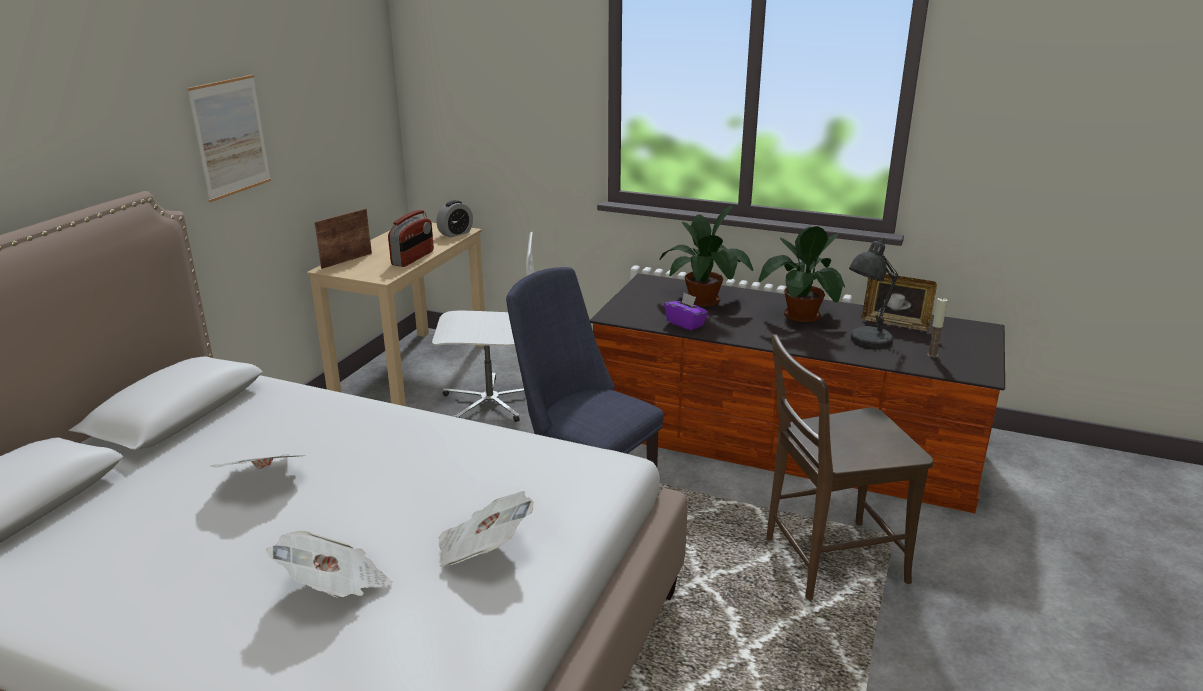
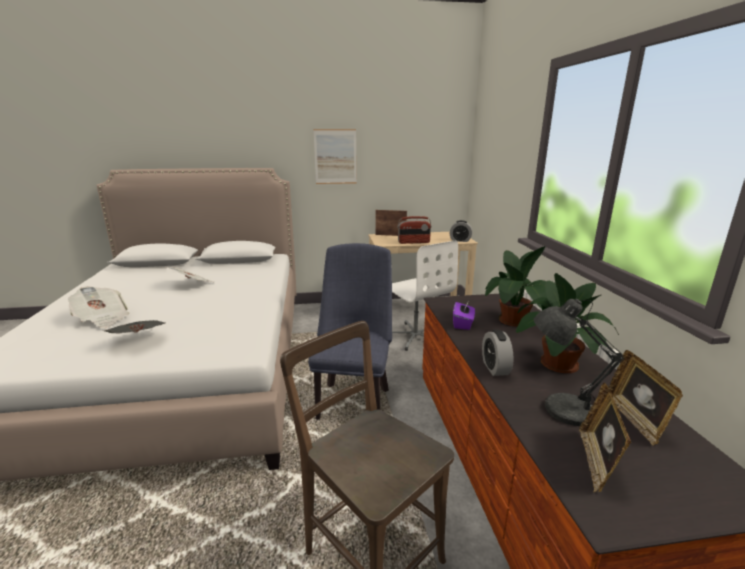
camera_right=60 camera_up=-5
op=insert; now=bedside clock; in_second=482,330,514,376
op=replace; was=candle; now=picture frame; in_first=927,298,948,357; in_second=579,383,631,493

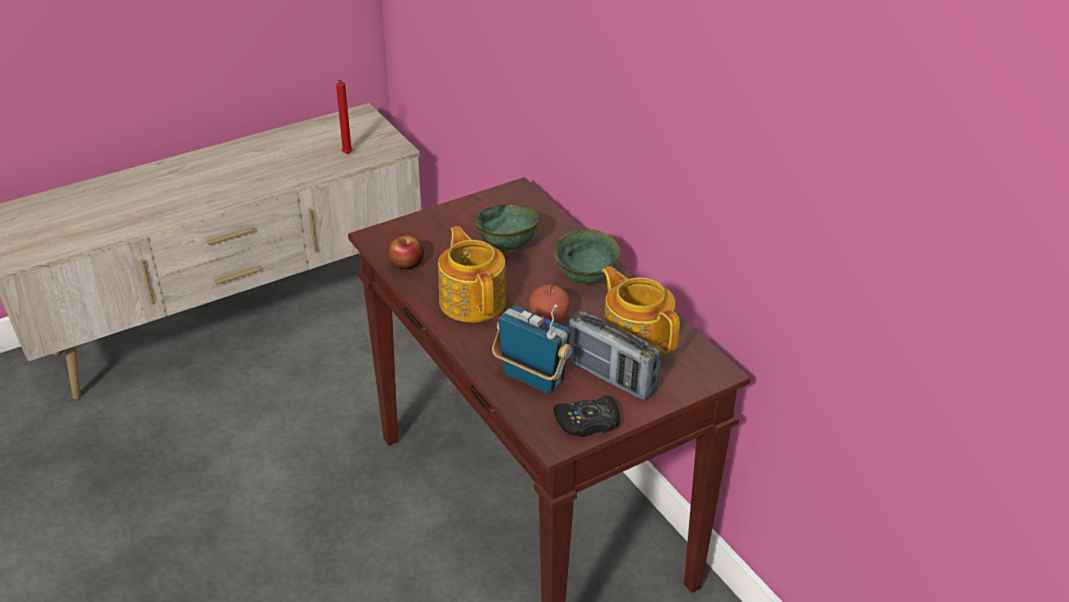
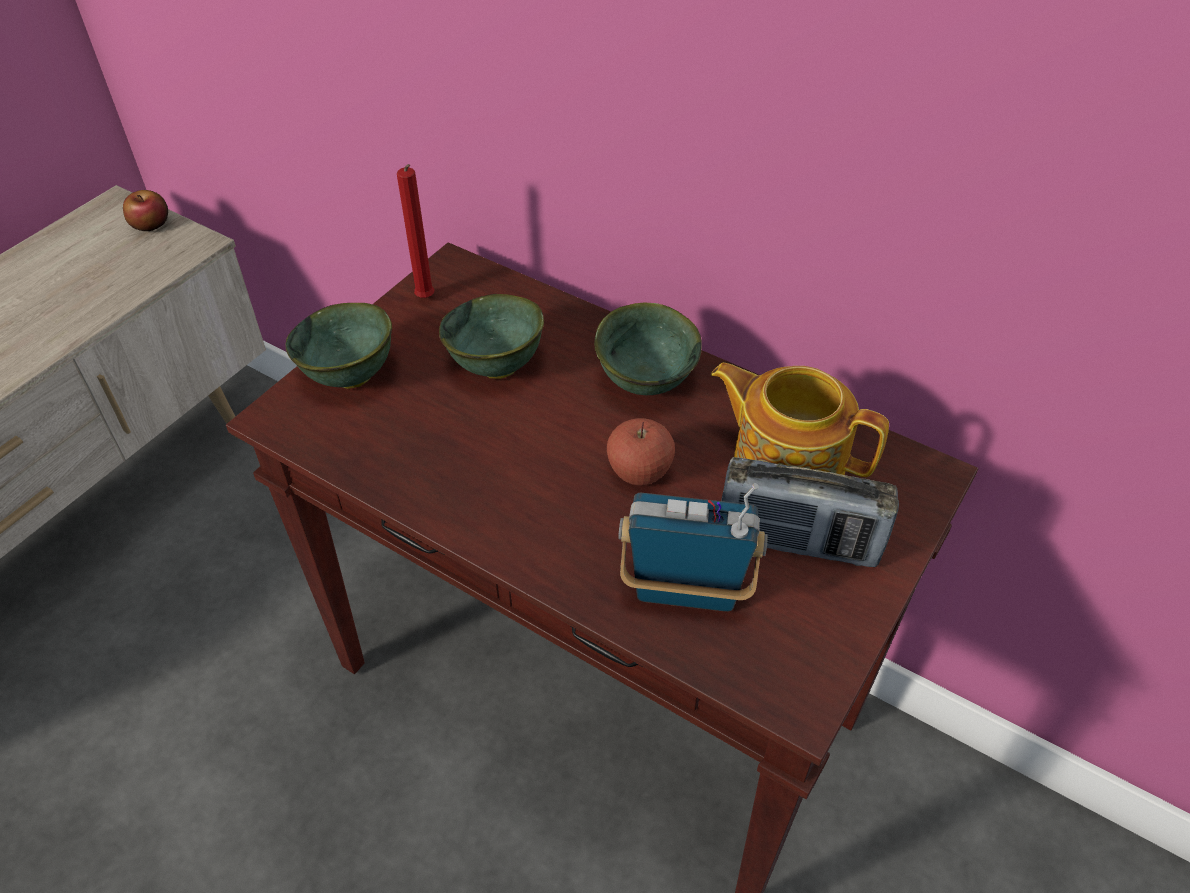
camera_right=-25 camera_up=10
op=delete; was=pot for tea; in_first=438,226,506,322
op=delete; was=black gamepad; in_first=553,395,620,437
op=insert; now=greenish deep dish; in_second=286,303,392,389
op=move; was=reddish candle; in_first=336,80,353,154; in_second=397,164,435,298
op=move; was=apple fruit; in_first=388,235,424,269; in_second=123,190,168,231

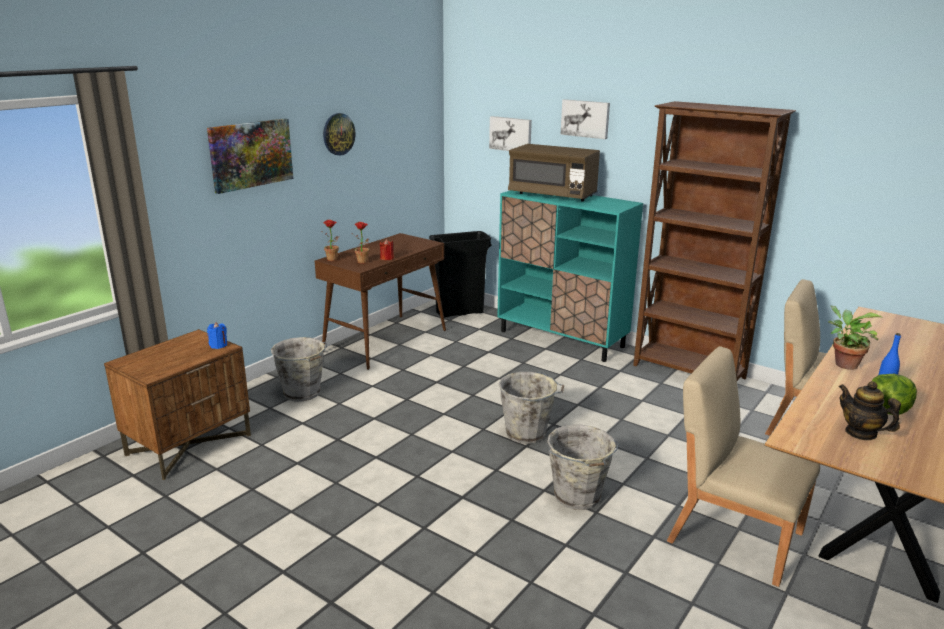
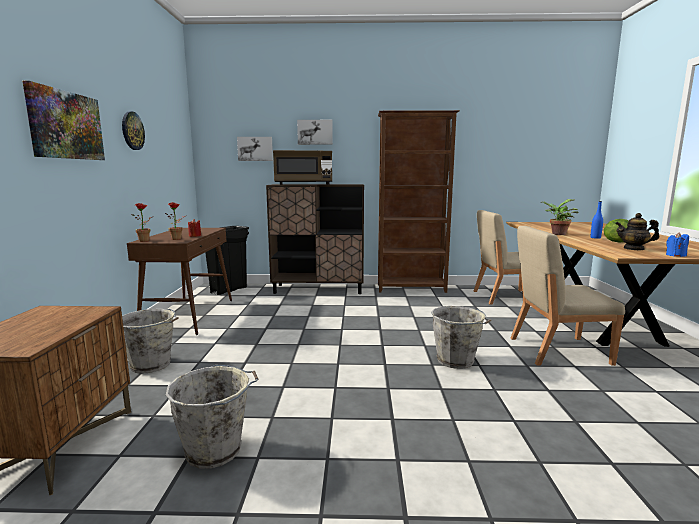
camera_right=-35 camera_up=-10
op=move; was=blue-coloured candle; in_first=207,322,227,349; in_second=666,232,689,257
op=move; was=greyish bucket; in_first=499,372,564,444; in_second=166,365,259,469
op=recolor; was=blue-green cabinet; now=brown-coloured cabinet; in_first=497,190,643,362; in_second=266,184,364,294

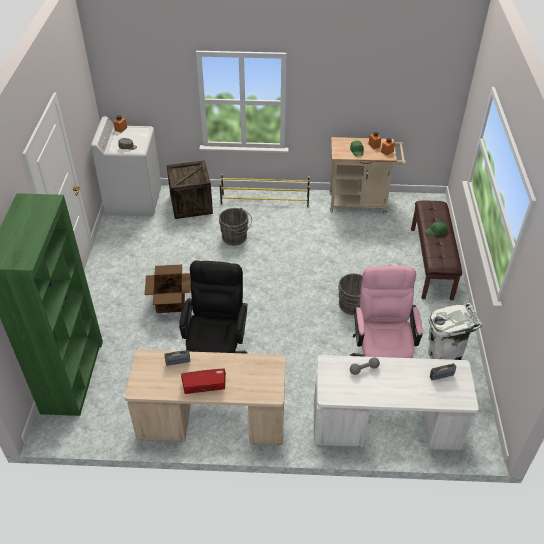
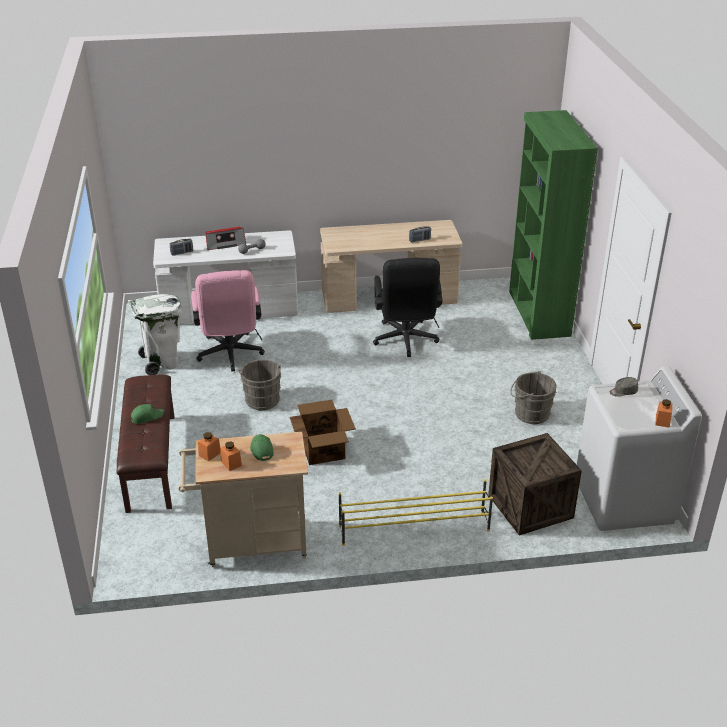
camera_right=170 camera_up=-10
op=move; was=packing box; in_first=145,264,191,313; in_second=290,400,356,465
op=move; was=radio; in_first=181,369,226,394; in_second=205,227,246,250
op=move; was=greyish bucket; in_first=219,208,252,245; in_second=510,371,556,424

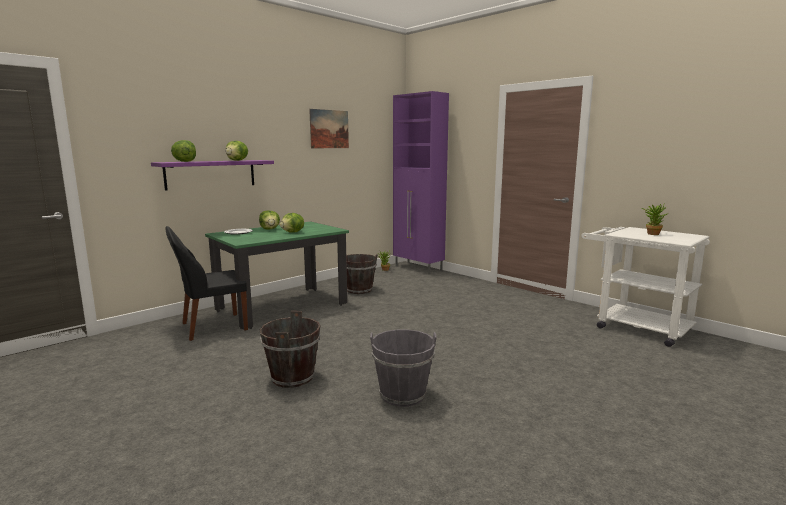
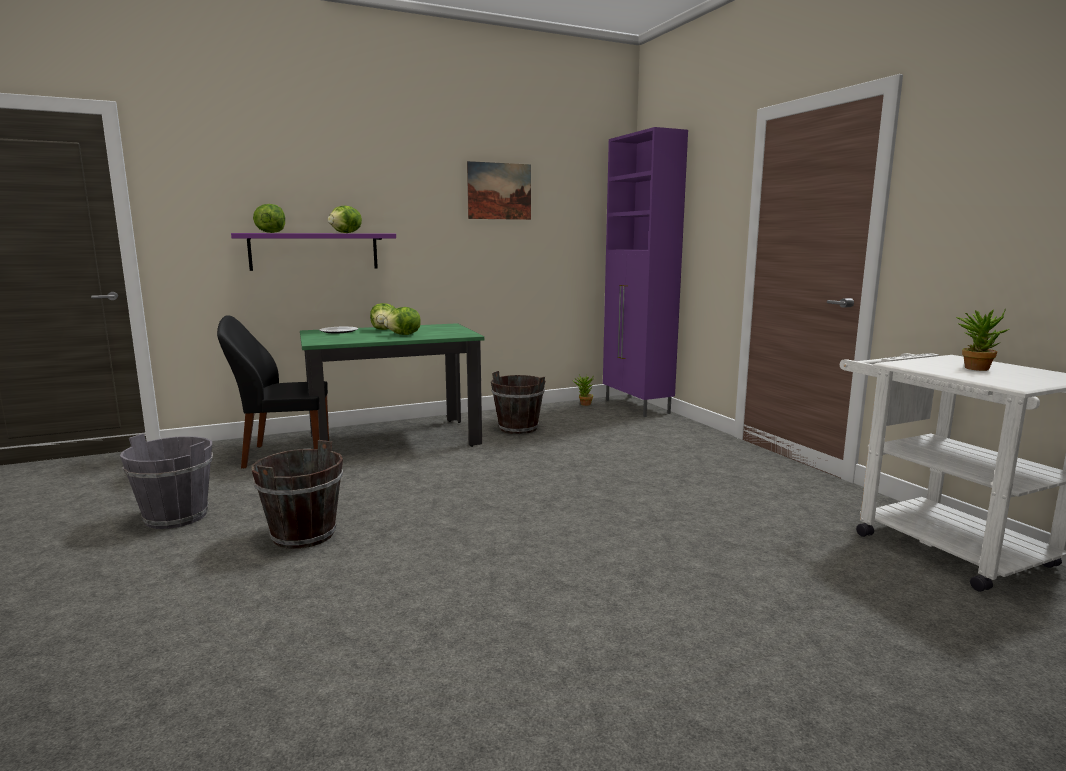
camera_right=20 camera_up=0
op=move; was=greyish bucket; in_first=370,330,437,407; in_second=120,434,213,529

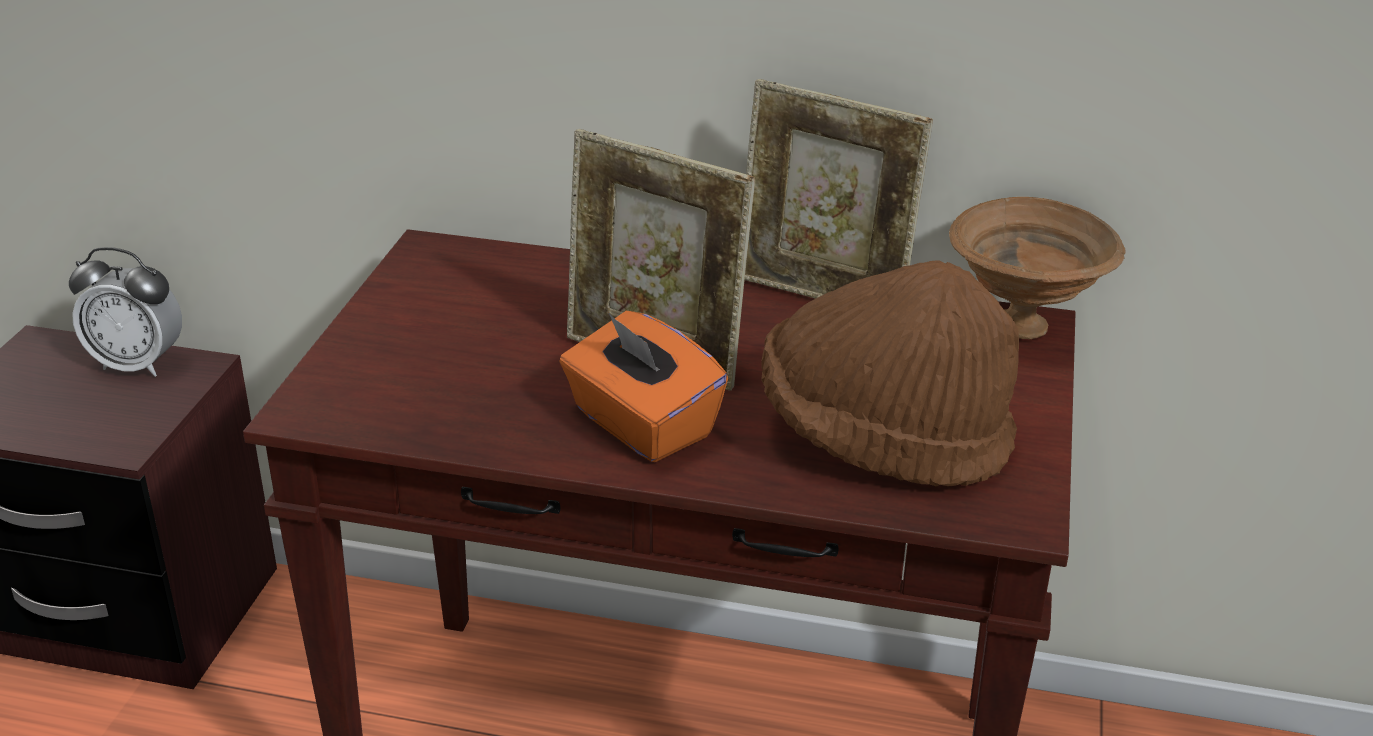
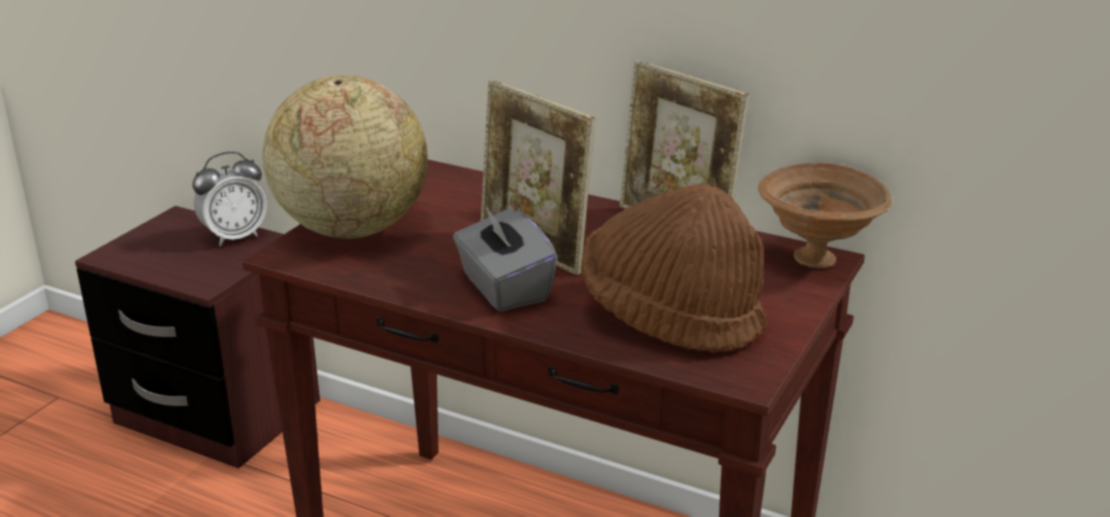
camera_right=15 camera_up=-5
op=insert; now=world globe; in_second=263,75,428,239
op=recolor; was=orangey tissue box; now=greyish tissue box; in_first=559,311,728,462; in_second=453,204,558,311
op=rotate; was=bedside clock; in_first=69,247,182,377; in_second=192,151,267,246; clockwise=-60

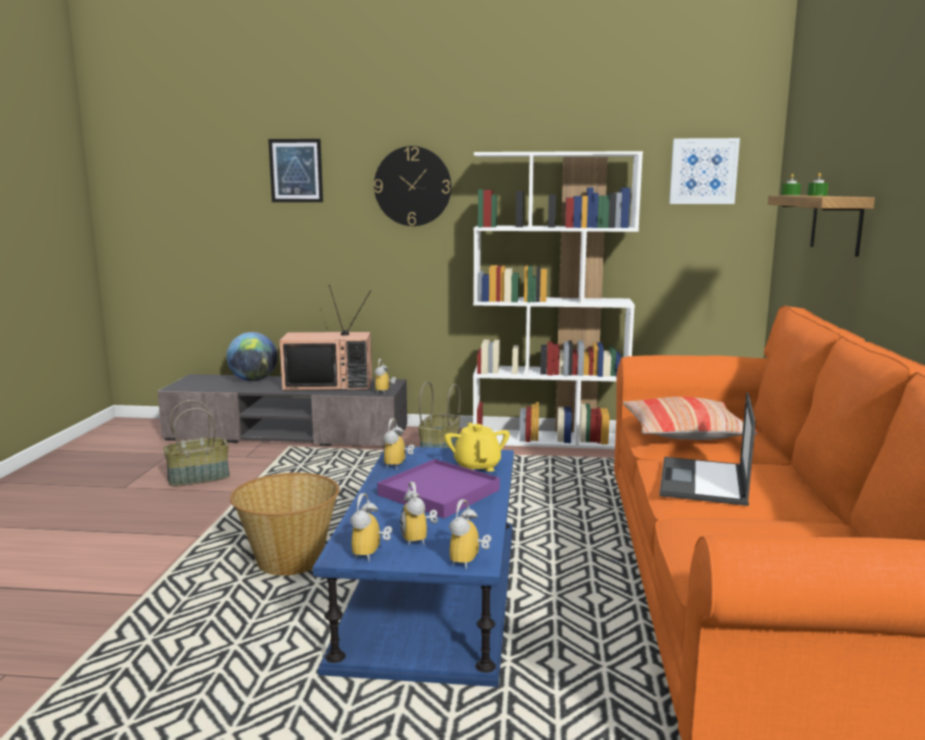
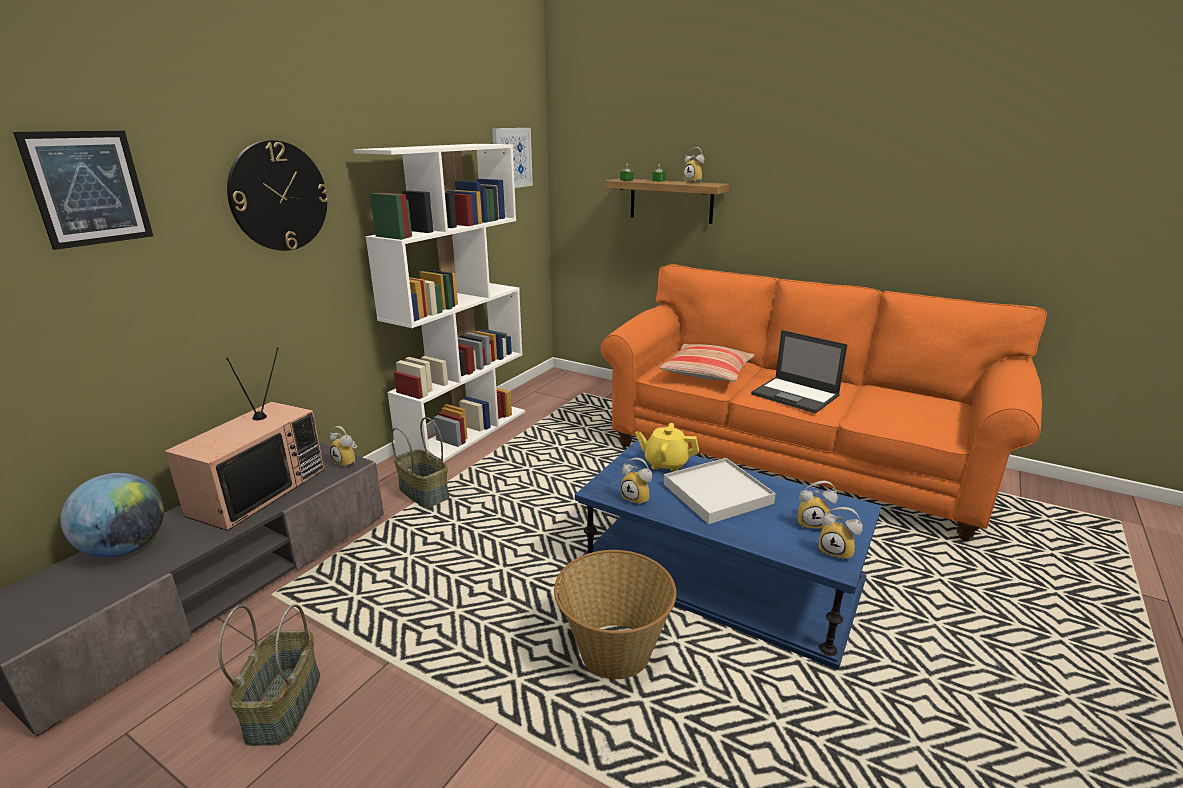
camera_right=-65 camera_up=10
op=move; was=bedside clock; in_first=449,499,492,570; in_second=683,147,704,182
op=recolor; was=purple-coloured serving tray; now=white serving tray; in_first=377,459,500,518; in_second=664,458,776,524

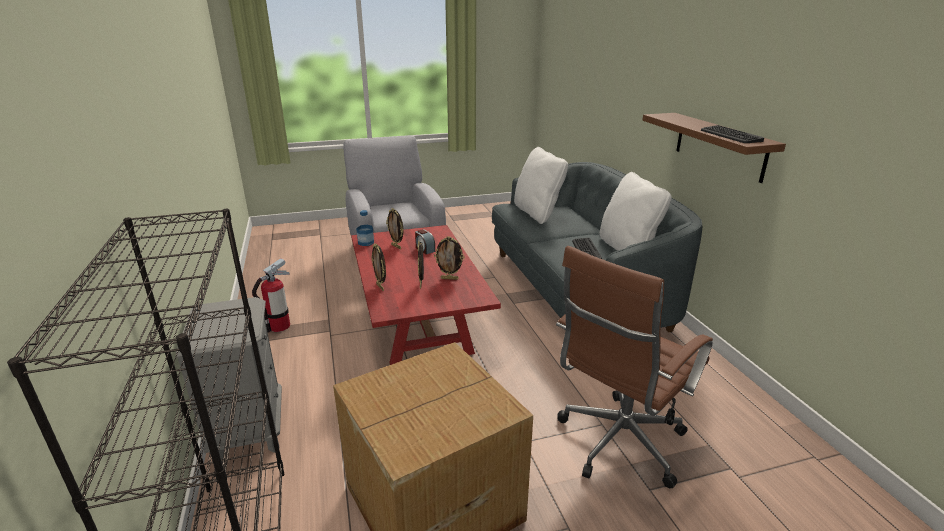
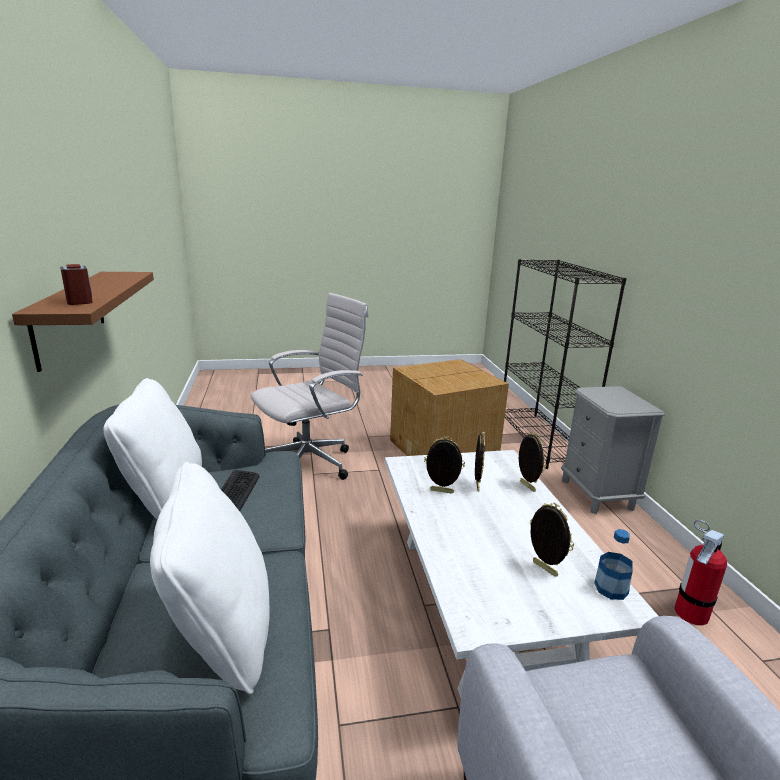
camera_right=-175 camera_up=-5
op=delete; was=keyboard; in_first=701,125,764,143
op=move; was=bedside clock; in_first=415,229,435,254; in_second=60,264,92,305
op=recolor; was=reddish low table; now=white low table; in_first=351,225,501,365; in_second=385,450,658,698
op=recolor; was=brown-coloured office chair; now=white office chair; in_first=556,246,713,489; in_second=251,293,369,480

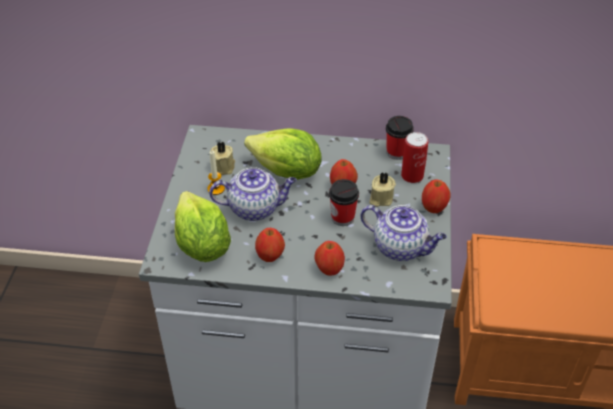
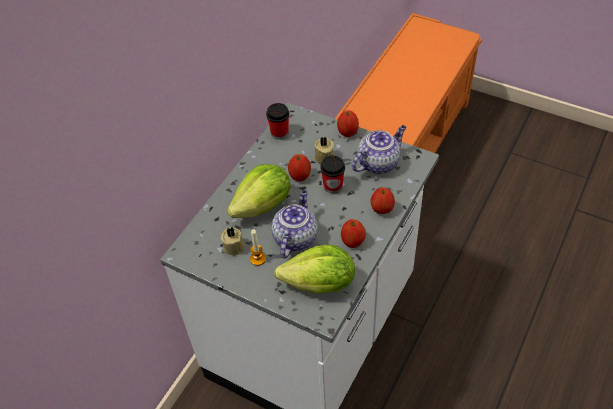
camera_right=-65 camera_up=5
op=delete; was=sealed can; in_first=401,132,428,183

